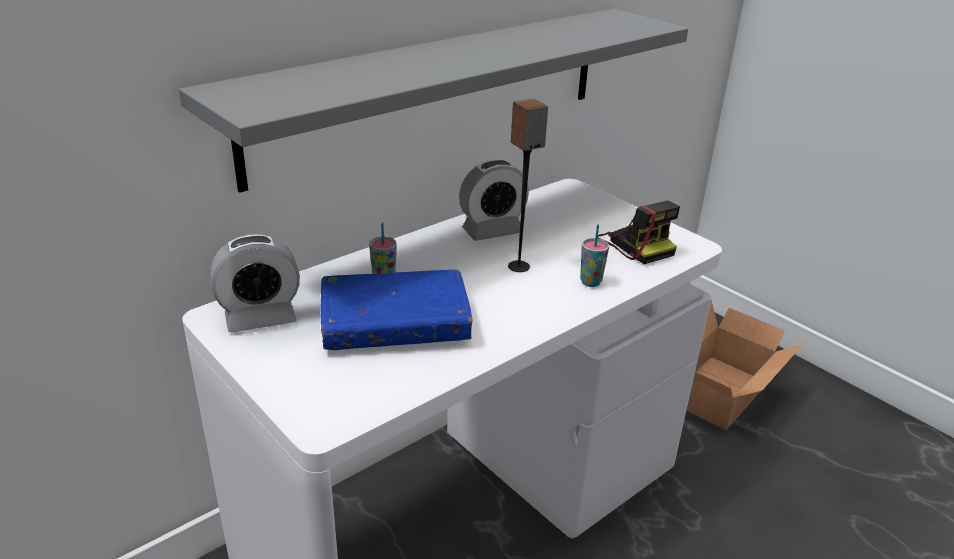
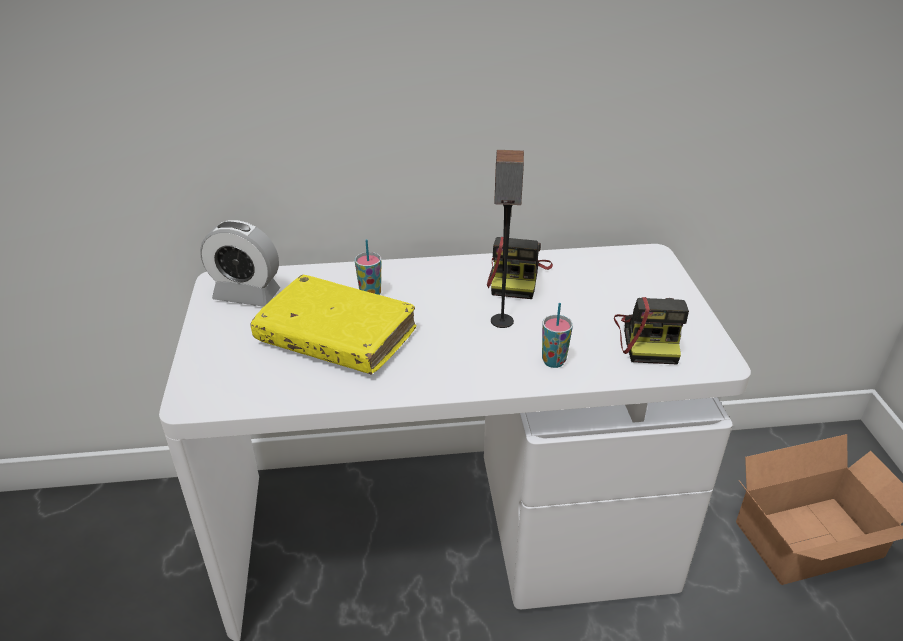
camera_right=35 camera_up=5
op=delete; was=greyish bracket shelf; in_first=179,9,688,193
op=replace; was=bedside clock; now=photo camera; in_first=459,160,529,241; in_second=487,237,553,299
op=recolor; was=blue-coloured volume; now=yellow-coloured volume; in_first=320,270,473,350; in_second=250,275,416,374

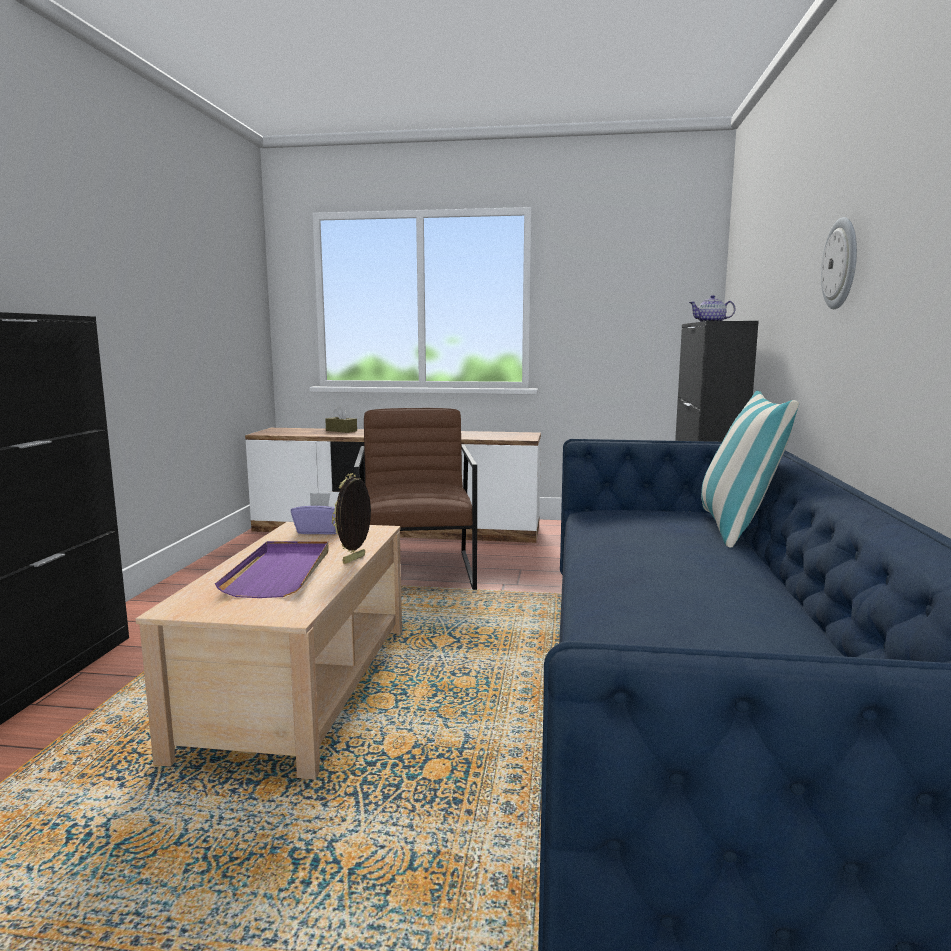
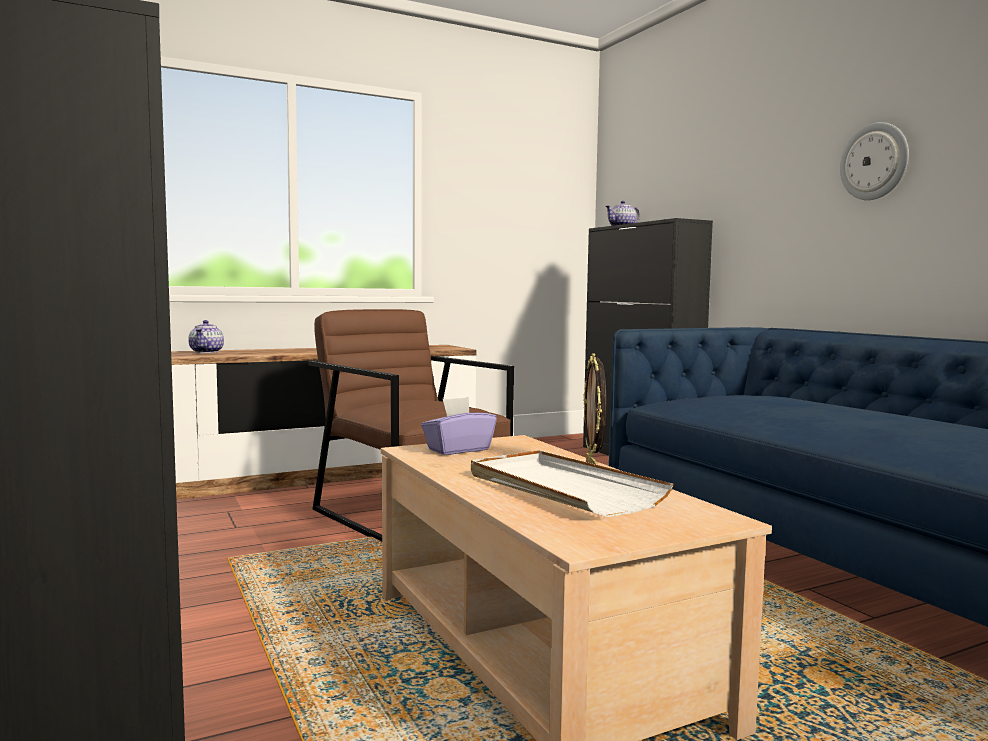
camera_right=-35 camera_up=-5
op=delete; was=pillow; in_first=701,391,799,548
op=replace; was=brown-coloured tissue box; now=pot for tea; in_first=325,407,357,433; in_second=188,320,224,353
op=recolor; was=purple-coloured serving tray; now=white serving tray; in_first=215,541,329,598; in_second=471,450,673,517

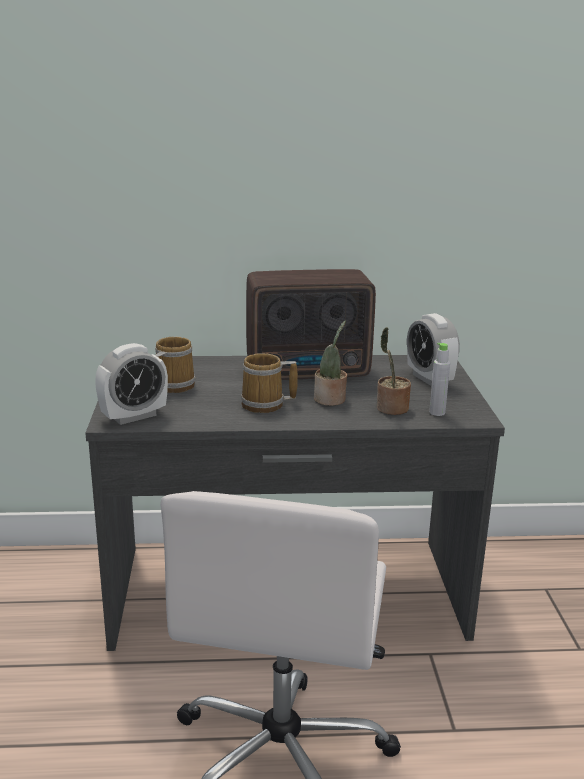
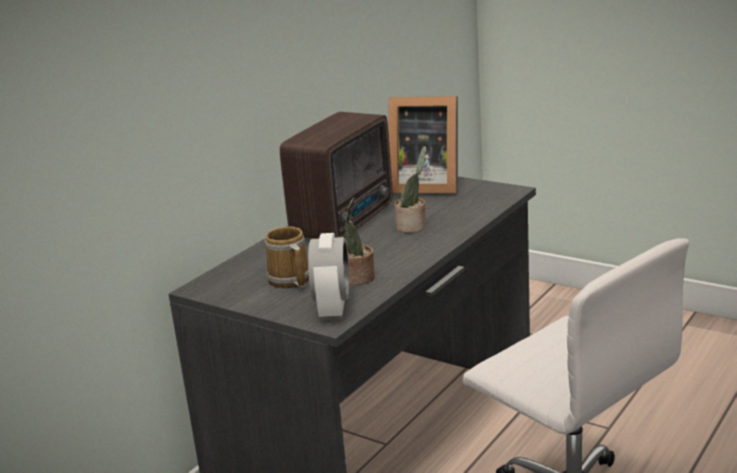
camera_right=-50 camera_up=0
op=delete; was=tea mug; in_first=241,353,298,413
op=delete; was=greyish beverage bottle; in_first=429,343,450,416
op=move; was=plant in a pot; in_first=377,327,411,415; in_second=345,197,375,285
op=replace; was=bedside clock; now=picture frame; in_first=407,313,460,386; in_second=388,96,458,193

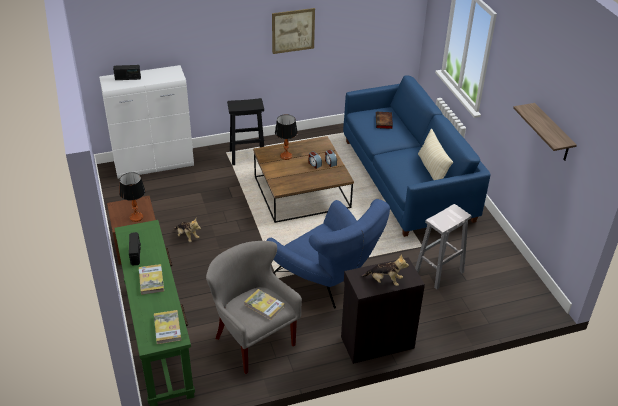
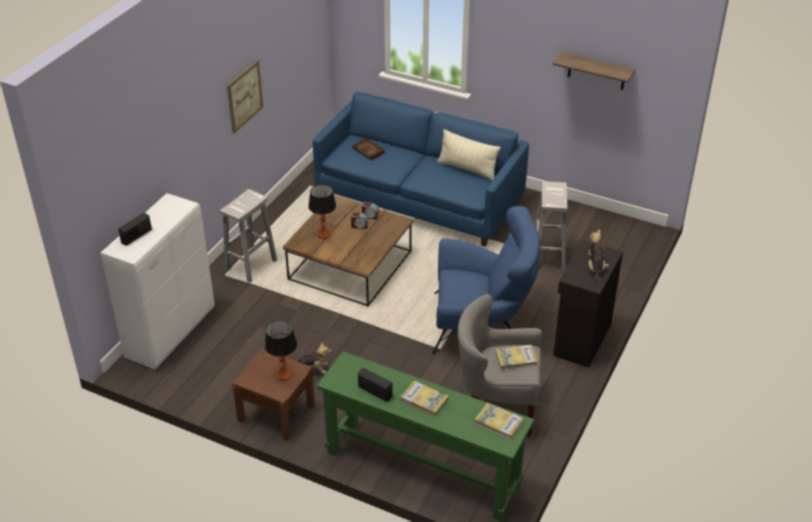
camera_right=-45 camera_up=0
op=recolor; was=black stool seat; now=white stool seat; in_first=227,98,264,165; in_second=220,189,277,283
op=rotate; was=soft toy; in_first=361,254,409,286; in_second=588,229,609,284; clockwise=-60

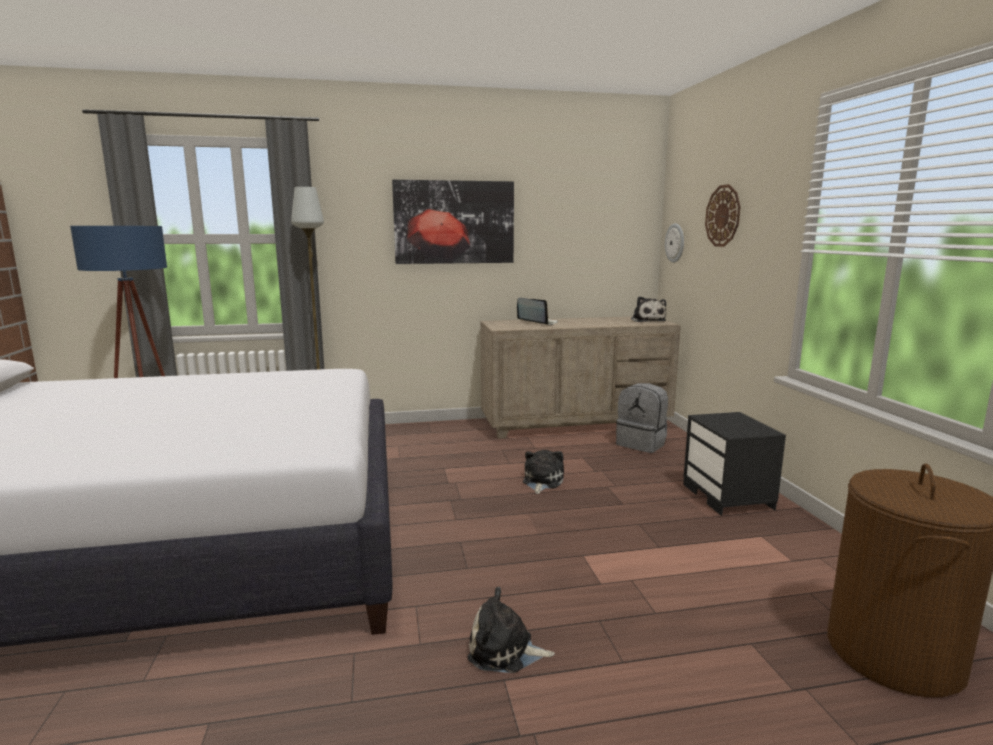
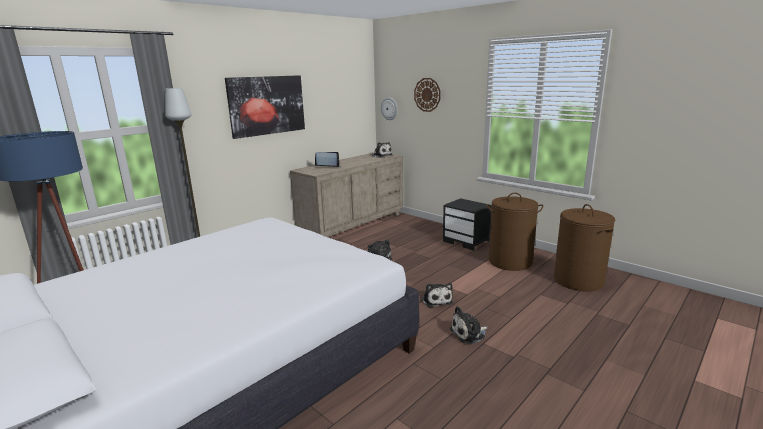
camera_right=-35 camera_up=5
op=delete; was=greyish backpack; in_first=616,383,668,453
op=insert; now=soft toy; in_second=422,283,453,308
op=insert; now=brown-coloured hamper; in_second=486,193,543,271

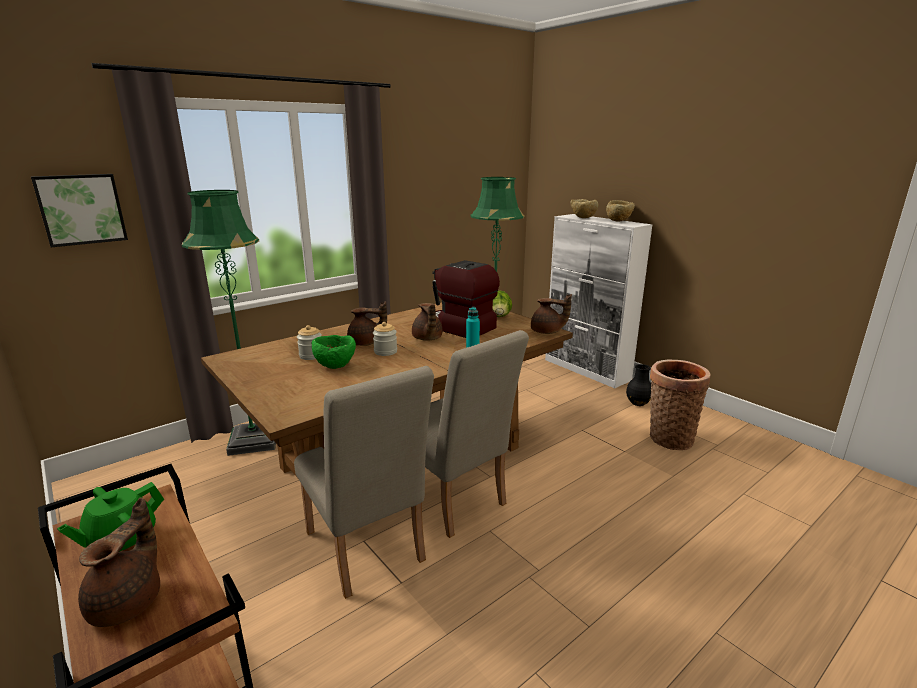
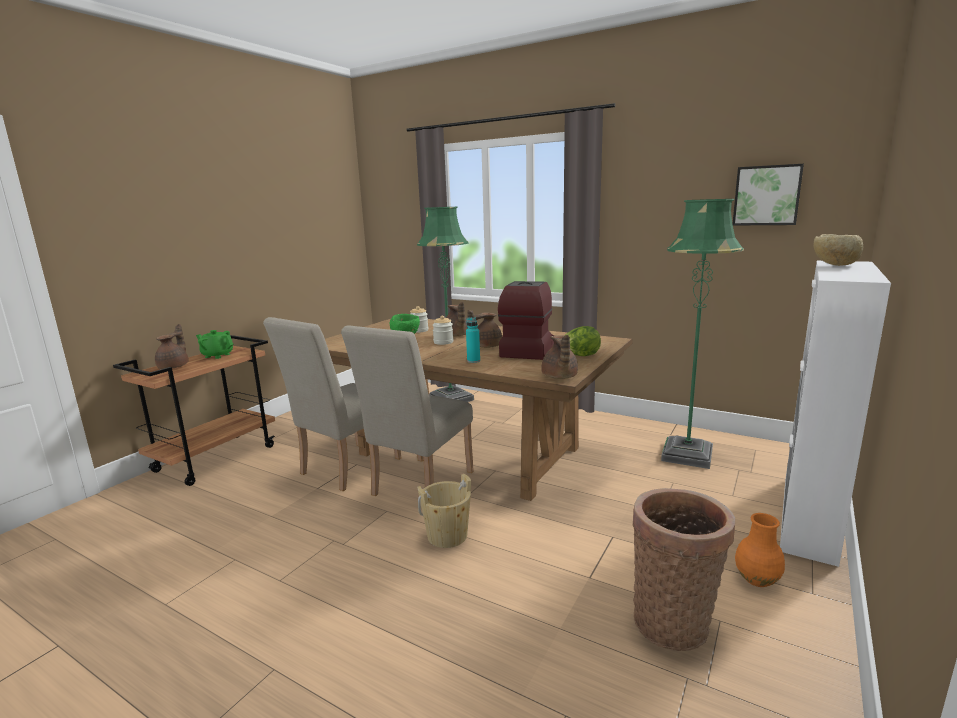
camera_right=70 camera_up=-5
op=delete; was=beige-coloured deep dish; in_first=606,200,635,222
op=insert; now=beige-coloured bucket; in_second=417,474,471,548
op=move; was=wall art; in_first=31,174,128,247; in_second=733,164,804,226
op=recolor; was=black decorative vase; now=orangey decorative vase; in_first=626,364,651,406; in_second=735,513,785,587
op=rotate; was=brown-coloured pot for tea; in_first=78,497,160,627; in_second=155,324,189,369; clockwise=-75

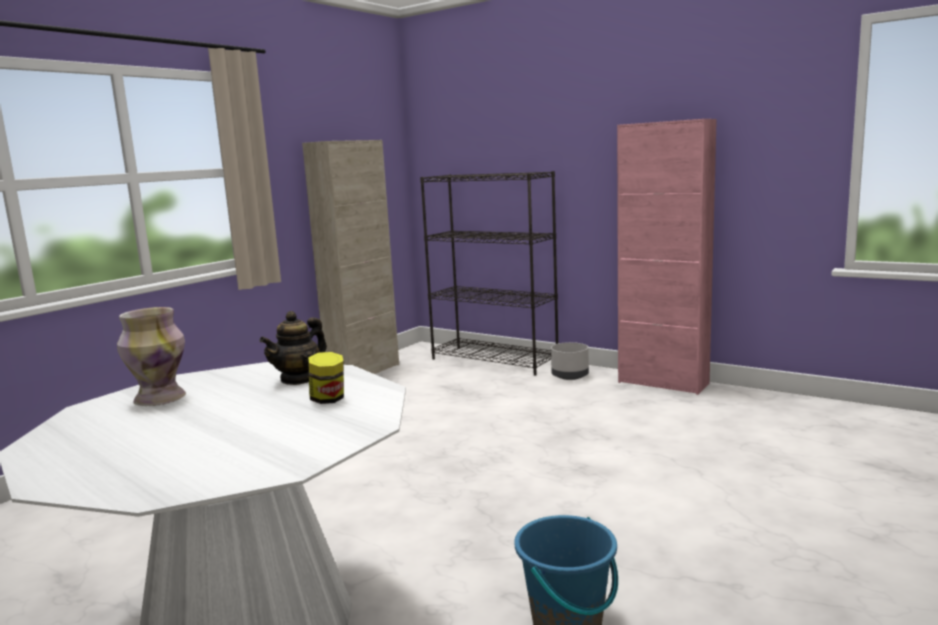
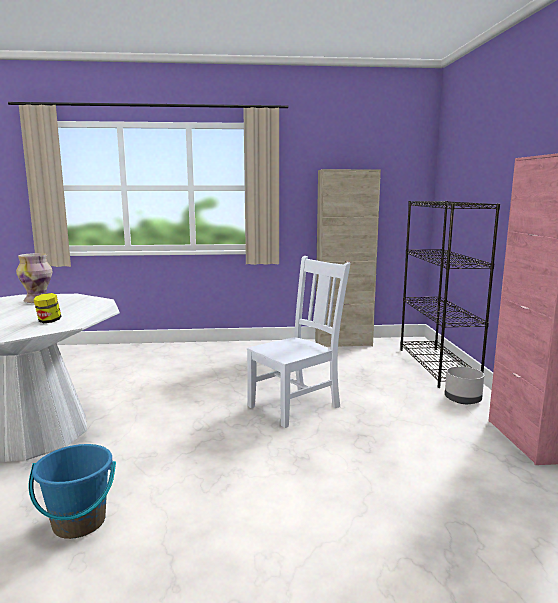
camera_right=50 camera_up=0
op=delete; was=pot for tea; in_first=259,311,327,385
op=insert; now=white upright chair; in_second=247,256,351,428

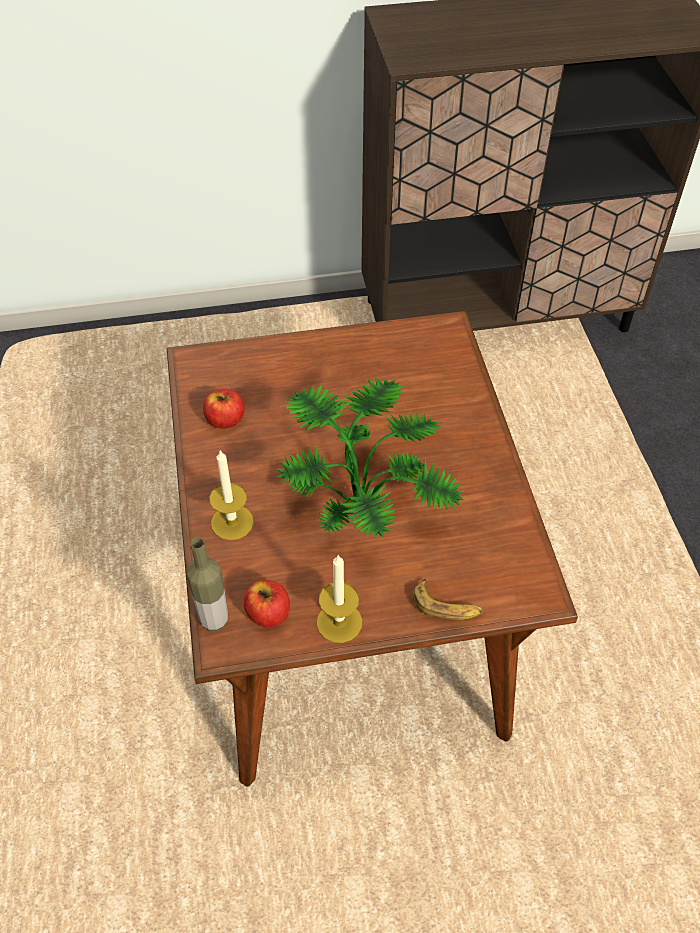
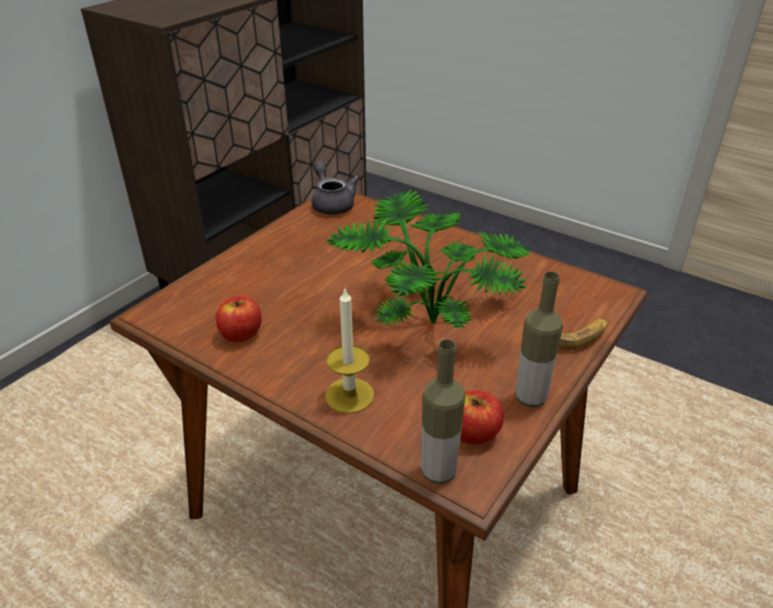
camera_right=-45 camera_up=-15
op=insert; now=greyish pot for tea; in_second=312,161,359,215
op=replace; was=candle; now=beverage bottle; in_first=316,554,362,643; in_second=515,271,563,407

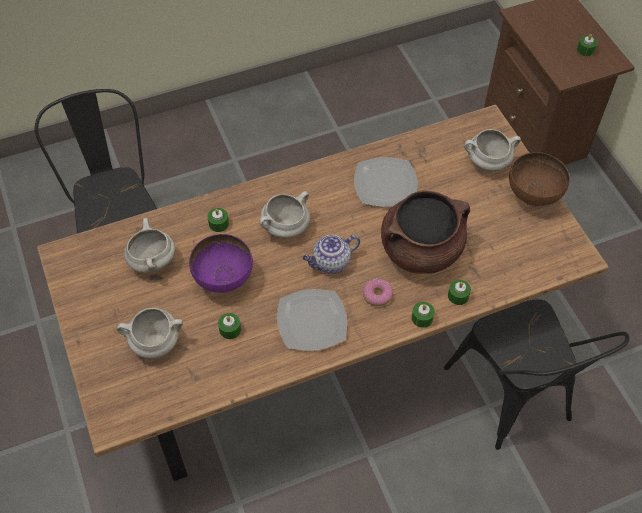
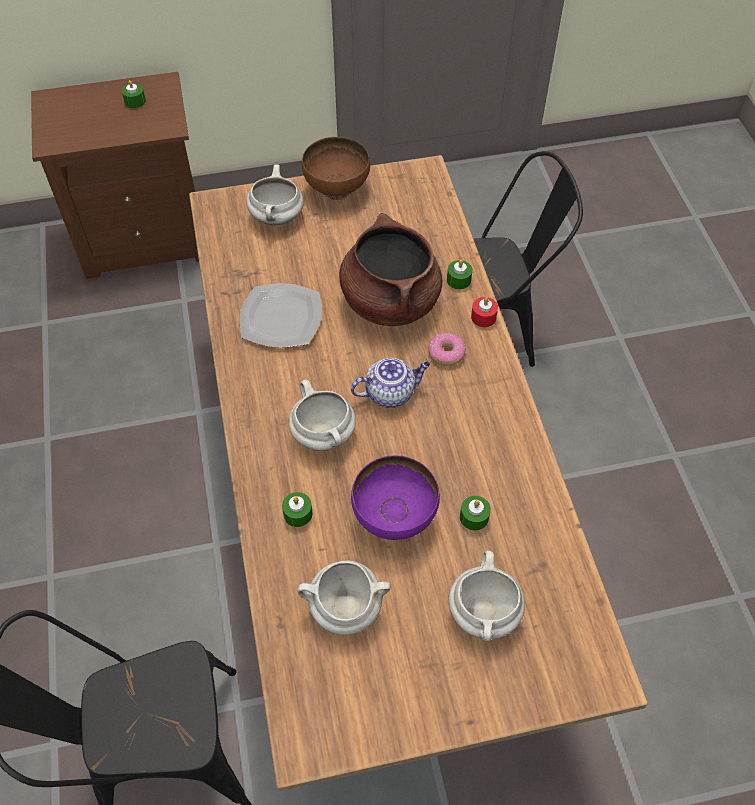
camera_right=-80 camera_up=0
op=delete; was=dinner plate; in_first=277,289,347,351
op=recolor; was=greenish candle; now=reddish candle; in_first=412,302,435,328; in_second=471,297,498,327
op=rotate; was=pot for tea; in_first=303,235,360,274; in_second=351,358,430,408; clockwise=-90

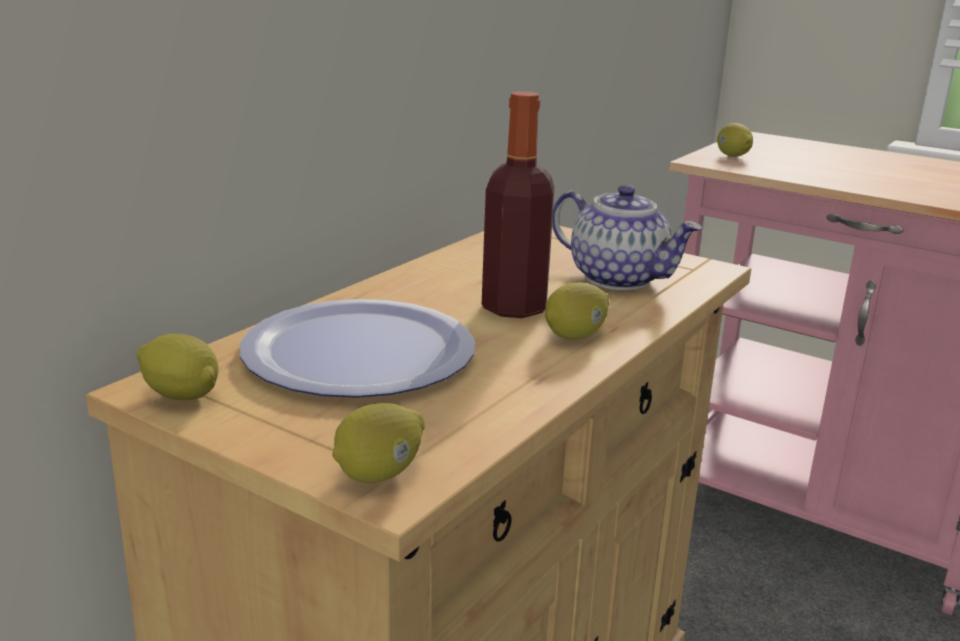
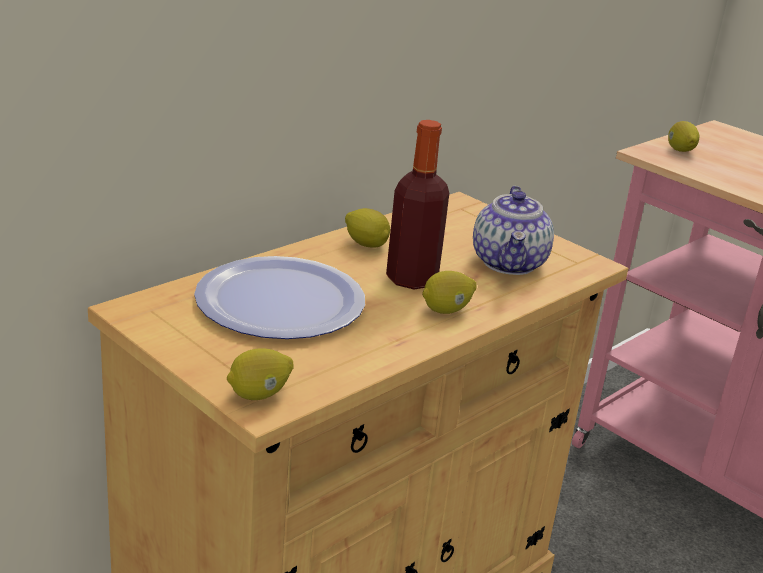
camera_right=10 camera_up=5
op=move; was=lemon; in_first=137,334,218,400; in_second=345,208,390,248
op=rotate; was=pot for tea; in_first=552,184,702,290; in_second=473,186,554,275; clockwise=45

